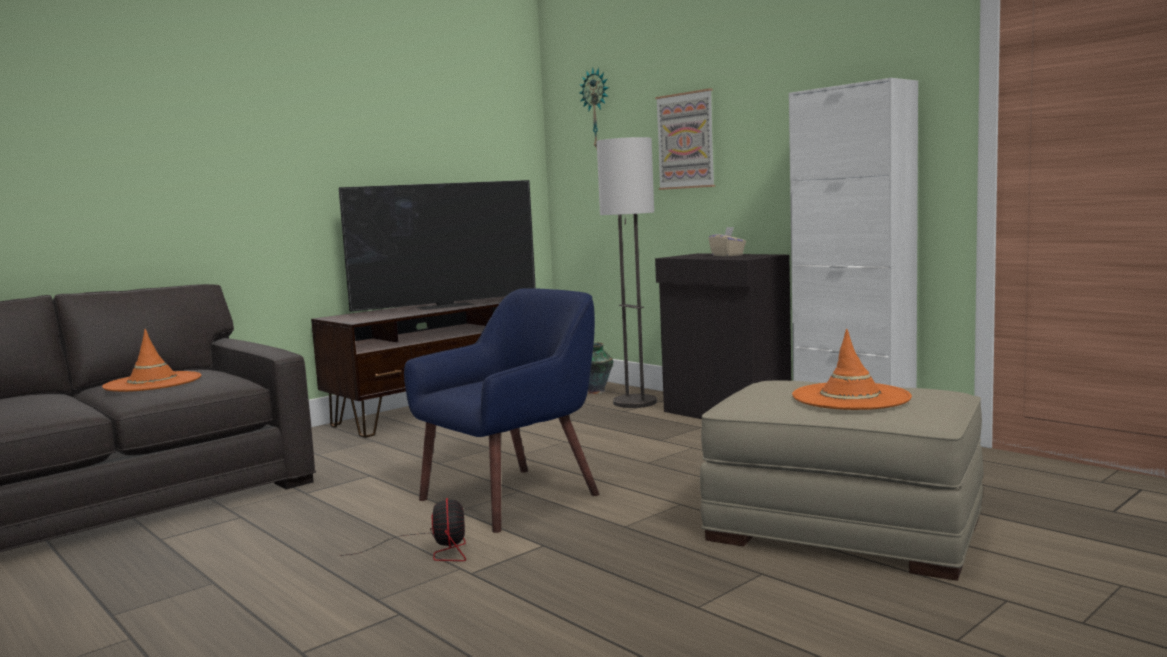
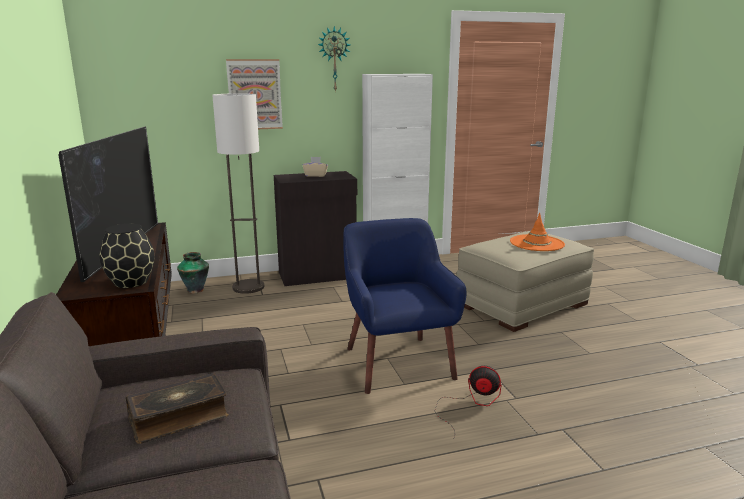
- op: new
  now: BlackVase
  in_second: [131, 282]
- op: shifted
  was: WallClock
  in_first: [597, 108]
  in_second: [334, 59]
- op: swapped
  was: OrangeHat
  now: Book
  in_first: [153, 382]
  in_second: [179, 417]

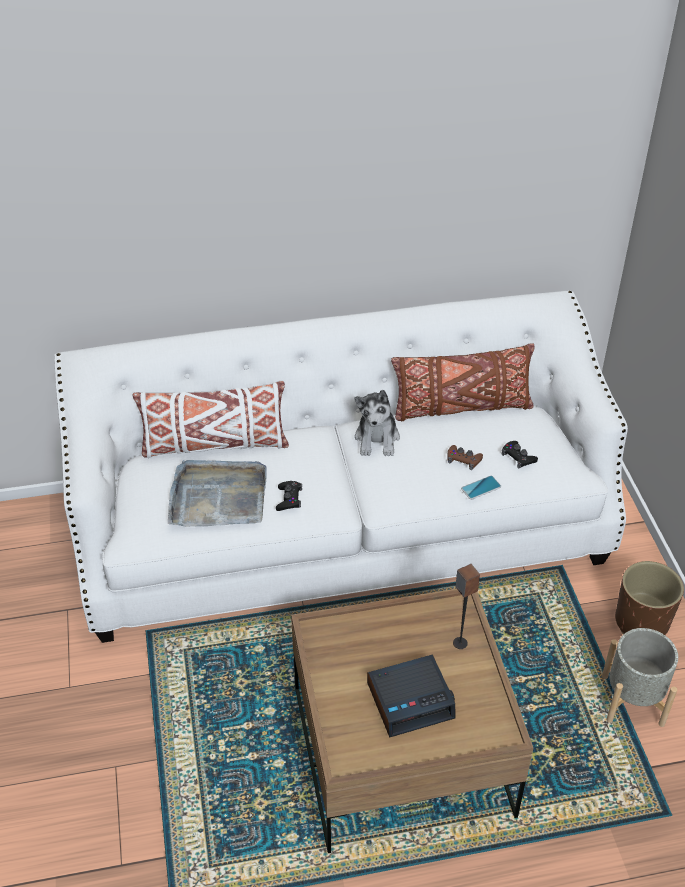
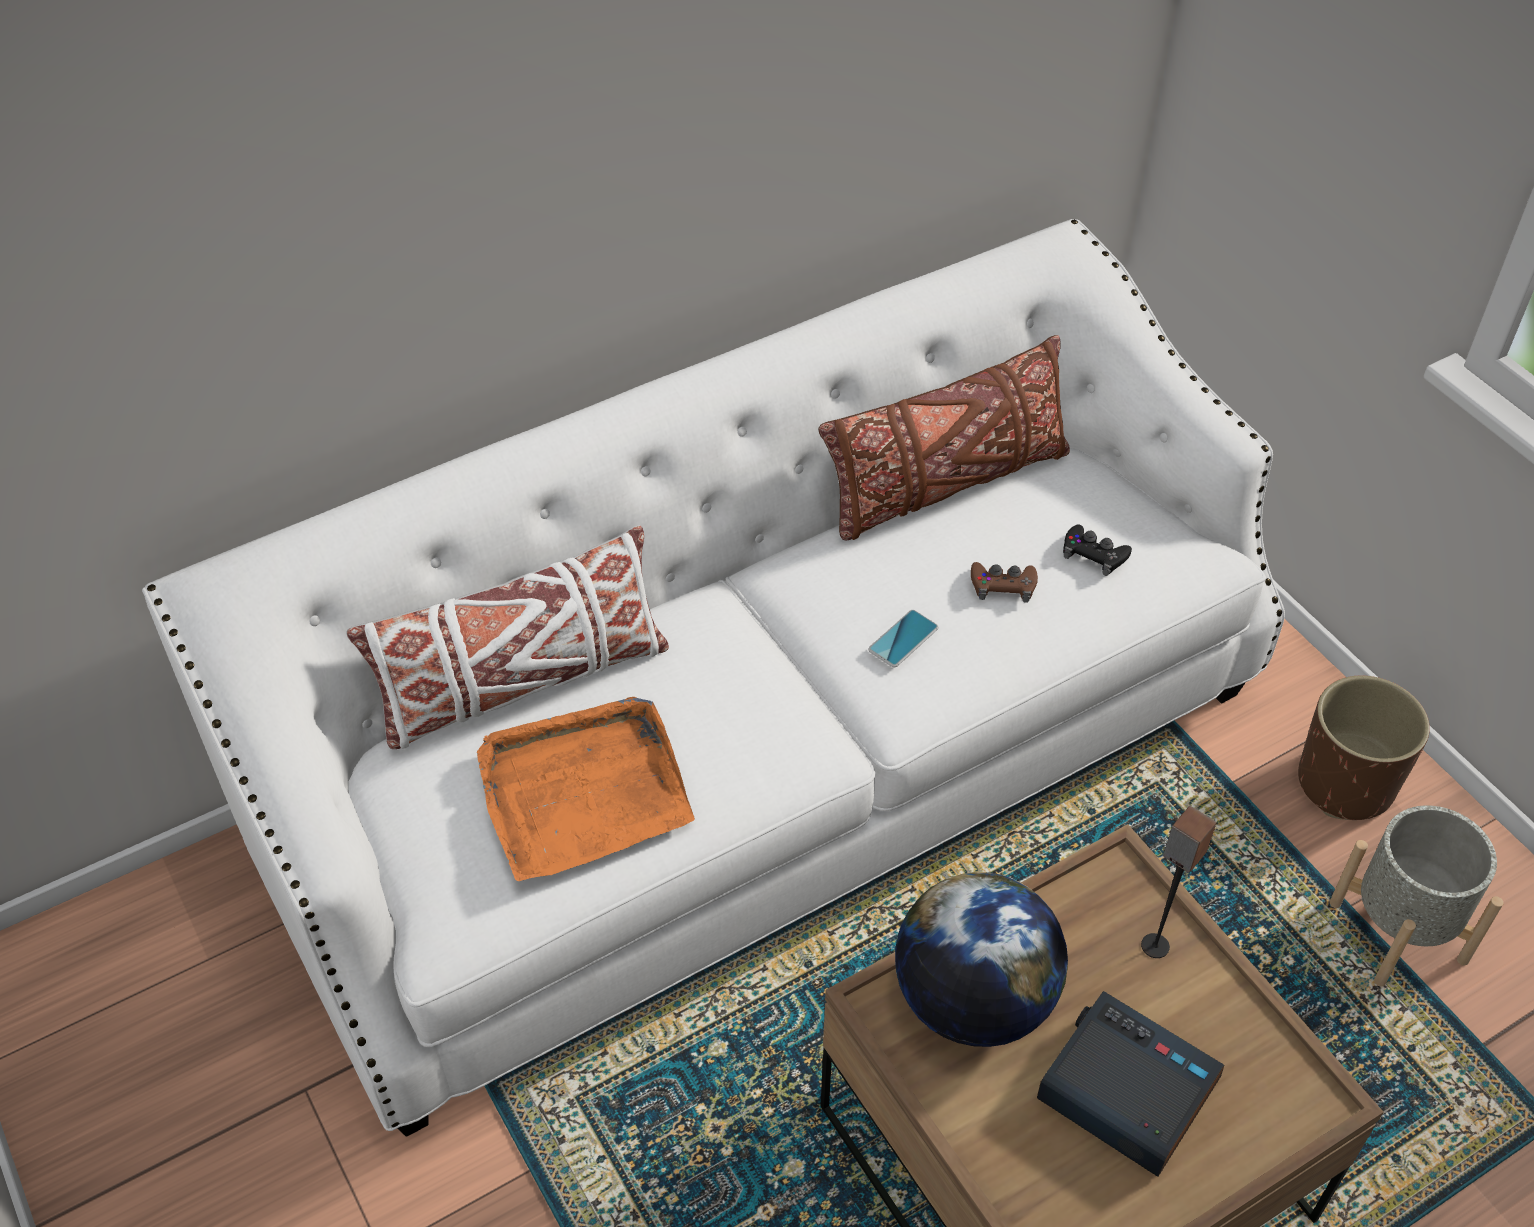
- op: gone
  was: BlackGameController
  in_first: [289, 499]
- op: gone
  was: PlushToy
  in_first: [377, 439]
- op: new
  now: Globe
  in_second: [972, 1001]
- op: shifted
  was: Phone
  in_first: [481, 488]
  in_second: [903, 639]
- op: repainted
  was: GreyTray
  now: OrangeTray
  in_first: [218, 497]
  in_second: [583, 792]
- op: rotated
  was: AlarmClock
  in_first: [411, 700]
  in_second: [1125, 1090]
  clockwise: -105

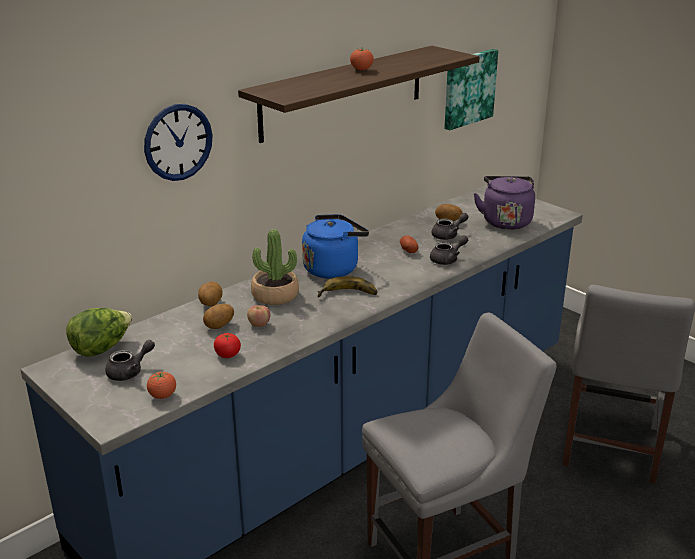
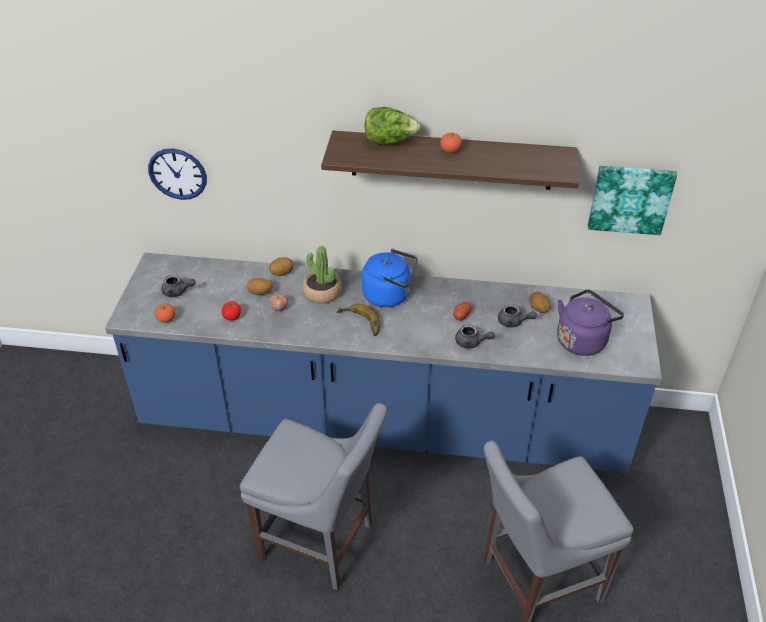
- op: shifted
  was: Lettuce
  in_first: [102, 348]
  in_second: [389, 142]
- op: shifted
  was: WallClock
  in_first: [178, 142]
  in_second: [177, 174]

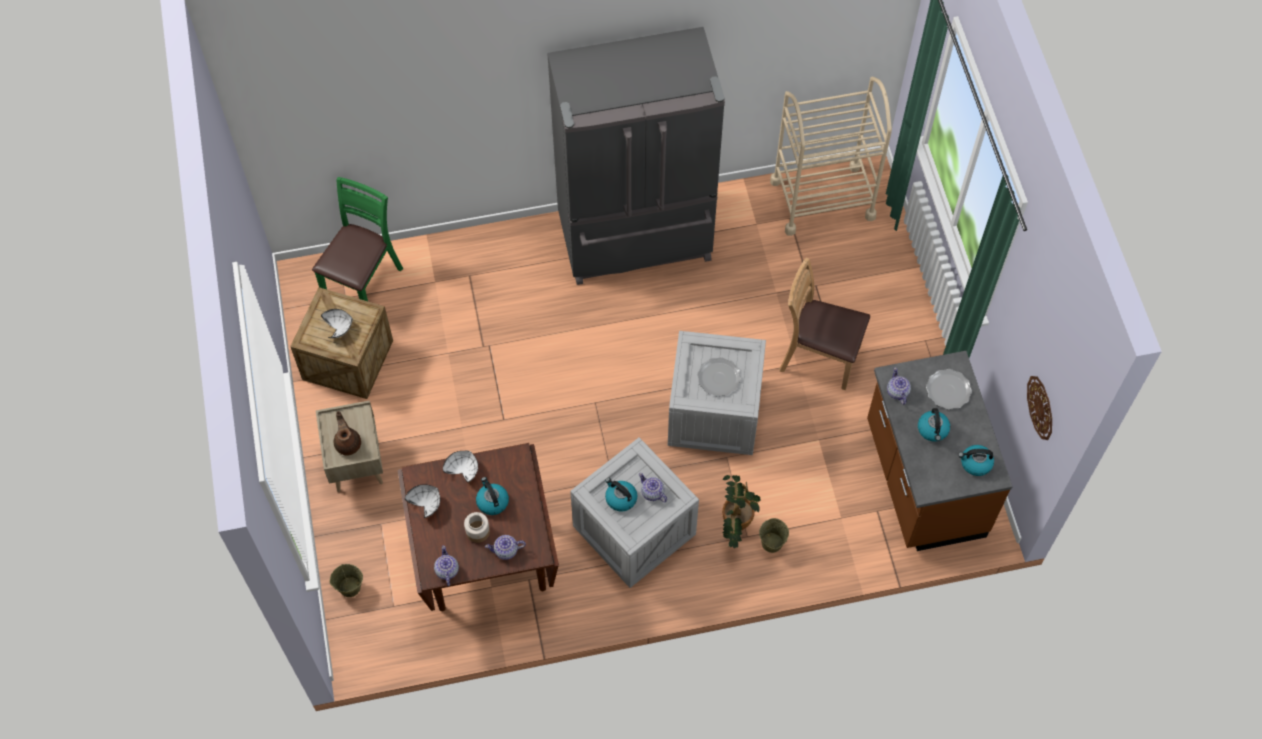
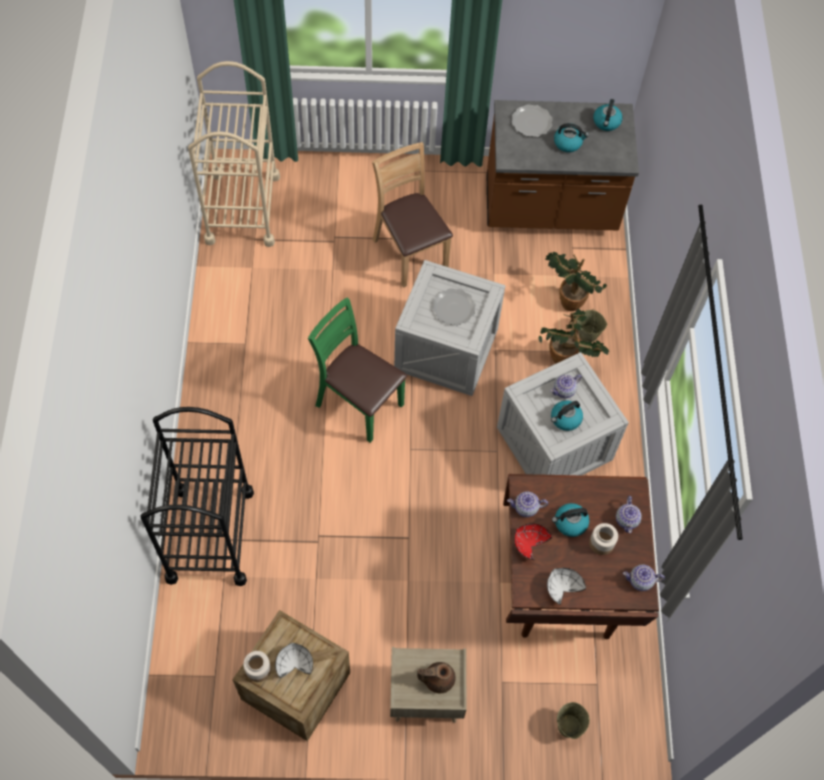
- op: gone
  was: GreyFridge
  in_first: [636, 239]
- op: gone
  was: WallClock
  in_first: [1040, 407]
- op: new
  now: BlackCart
  in_second: [210, 535]
- op: new
  now: Jar
  in_second: [258, 669]
- op: new
  now: PottedPlant
  in_second: [568, 298]
- op: shifted
  was: GreenChair
  in_first: [363, 283]
  in_second: [359, 403]
- op: shifted
  was: Teapot
  in_first: [897, 392]
  in_second: [526, 508]
- op: repainted
  was: WhiteBowl
  now: RedBowl
  in_first: [463, 469]
  in_second: [528, 544]
- op: rotated
  was: BrownChair
  in_first: [819, 357]
  in_second: [410, 253]
  clockwise: 120

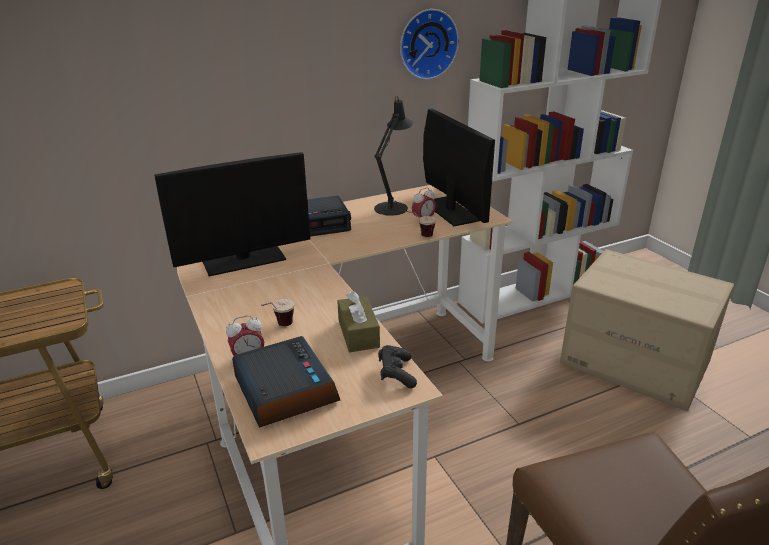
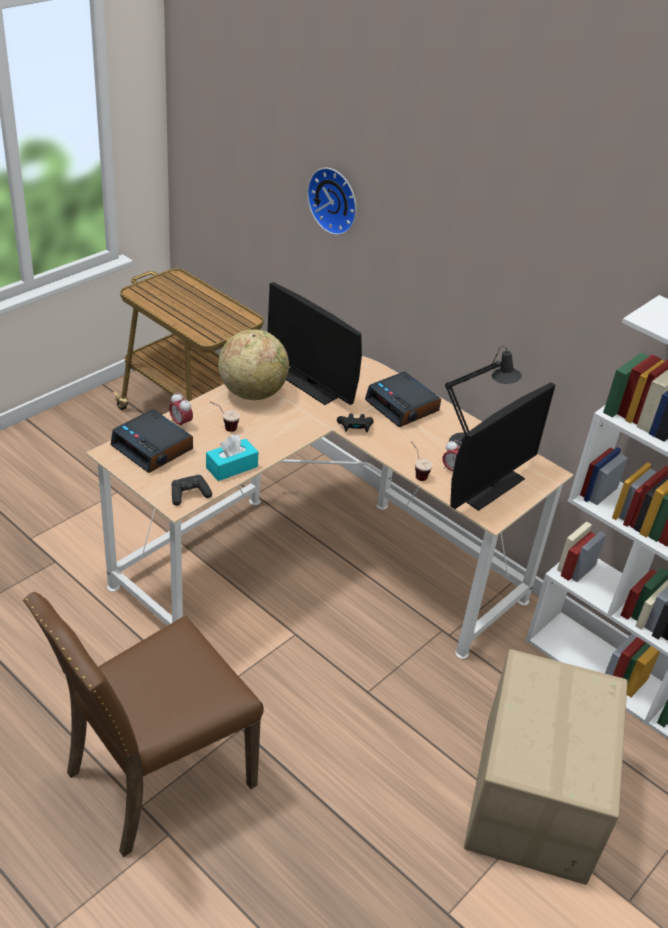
- op: new
  now: Globe
  in_second: [252, 393]
- op: new
  now: BlackGameController
  in_second: [355, 428]
- op: shifted
  was: WallClock
  in_first: [427, 44]
  in_second: [335, 200]
- op: repainted
  was: BrownTissueBox
  now: TurquoiseTissueBox
  in_first: [358, 333]
  in_second: [232, 467]
- op: rotated
  was: AlarmClock
  in_first: [284, 390]
  in_second: [153, 448]
  clockwise: 90

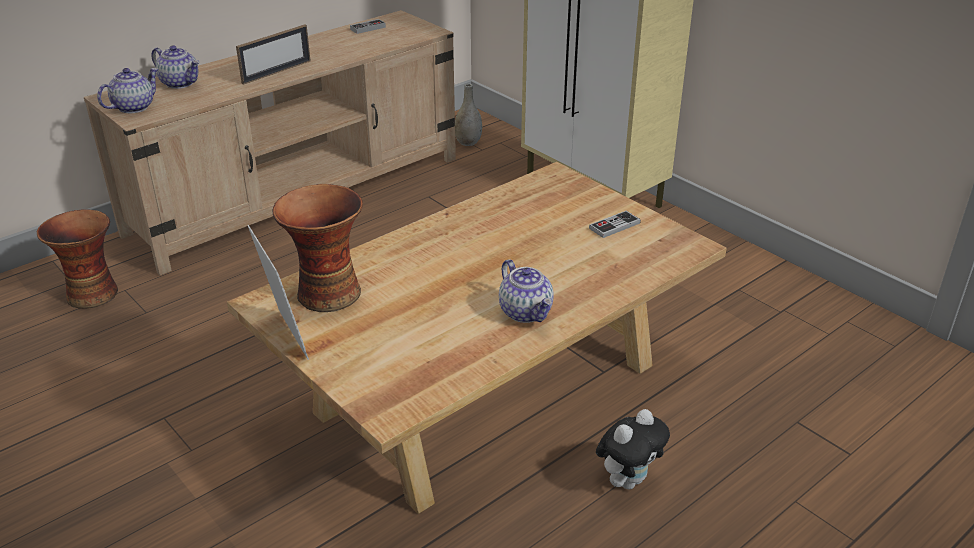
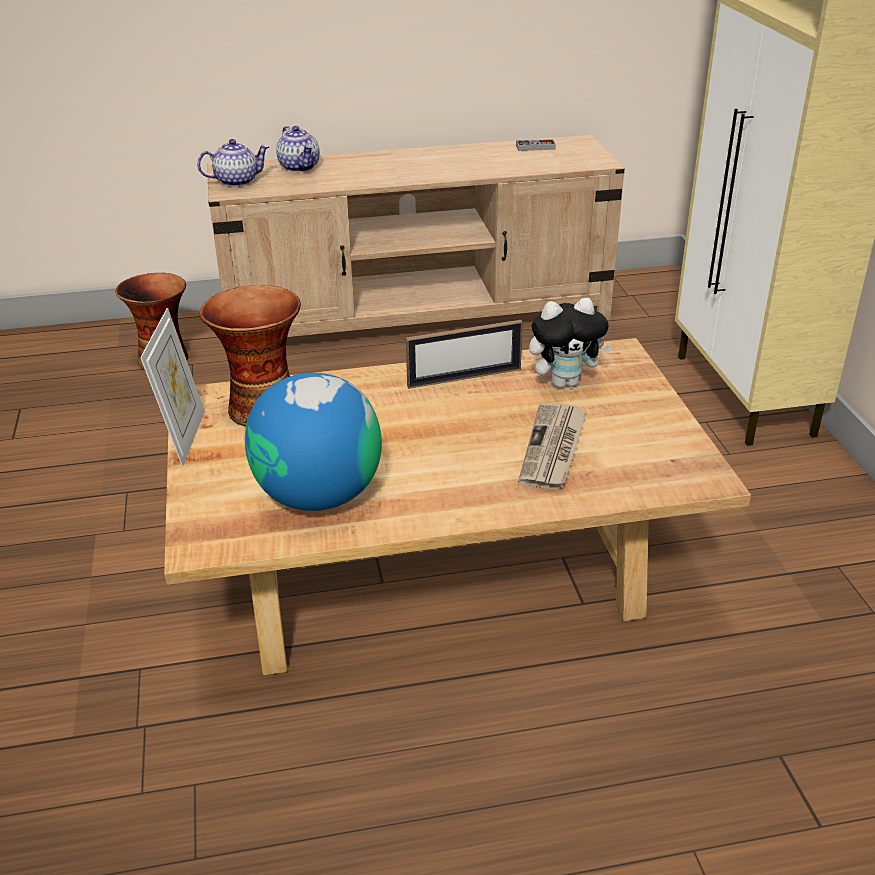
- op: gone
  was: GreyVase
  in_first: [468, 143]
- op: gone
  was: Teapot
  in_first: [526, 312]
- op: gone
  was: GameController
  in_first: [614, 226]
- op: new
  now: Globe
  in_second: [318, 495]
- op: new
  now: Newspaper
  in_second: [553, 449]
- op: shifted
  was: PictureFrame
  in_first: [276, 72]
  in_second: [464, 378]
- op: shifted
  was: PlushToy
  in_first: [628, 480]
  in_second: [565, 382]

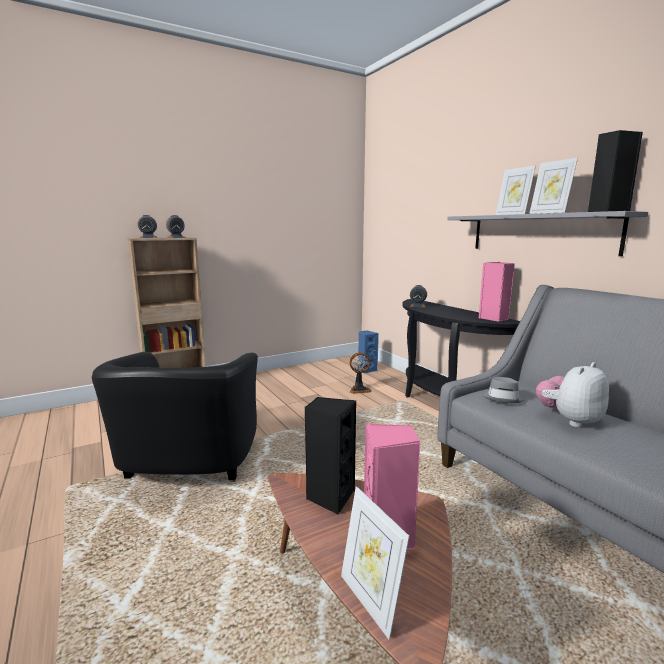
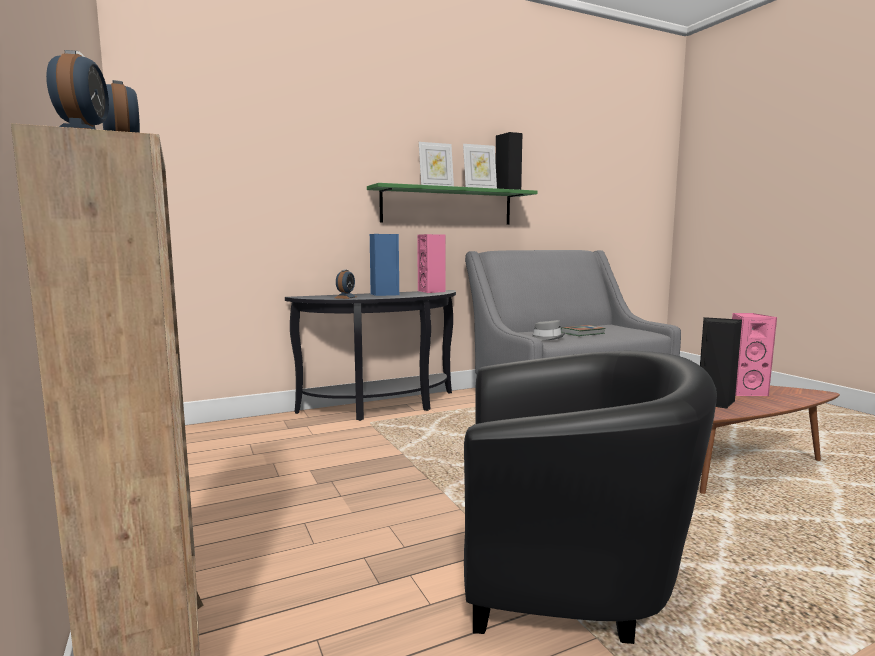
- op: gone
  was: PictureFrame
  in_first: [370, 601]
- op: gone
  was: Fan
  in_first: [359, 389]
- op: shifted
  was: BlueSpeaker
  in_first: [366, 370]
  in_second: [384, 294]
- op: swapped
  was: PlushToy
  now: Book
  in_first: [569, 420]
  in_second: [582, 333]
- op: repainted
  was: GreyShelf
  now: GreenShelf
  in_first: [540, 233]
  in_second: [448, 206]

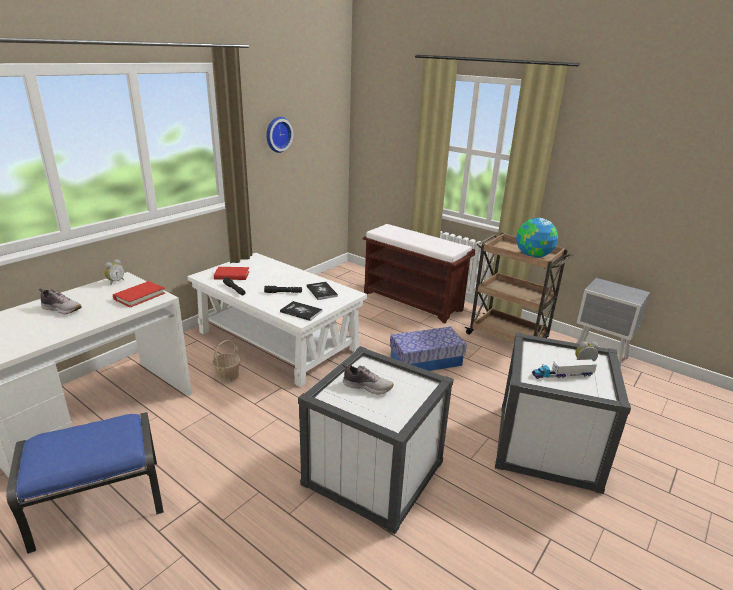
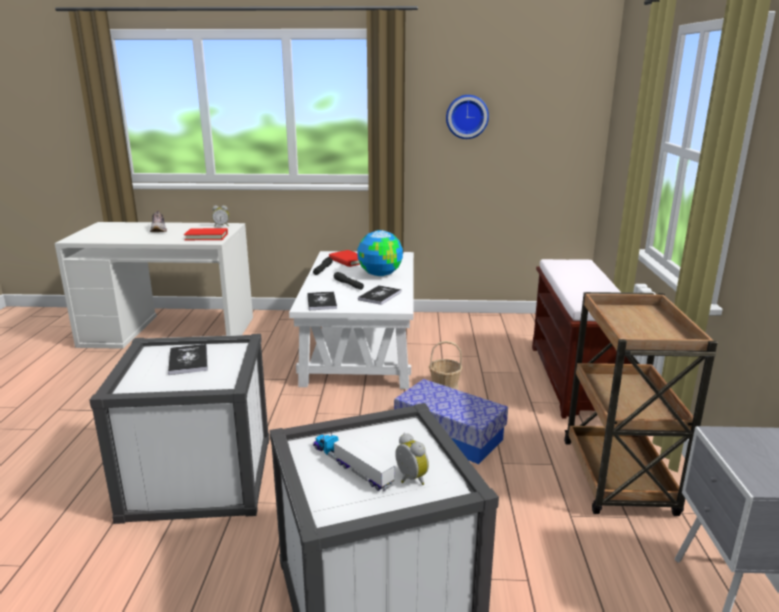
- op: gone
  was: BlueOttoman
  in_first: [97, 505]
- op: shifted
  was: Basket
  in_first: [227, 375]
  in_second: [444, 385]
- op: shifted
  was: Globe
  in_first: [533, 256]
  in_second: [379, 274]
- op: swapped
  was: Shoe
  now: Book
  in_first: [367, 386]
  in_second: [188, 360]

